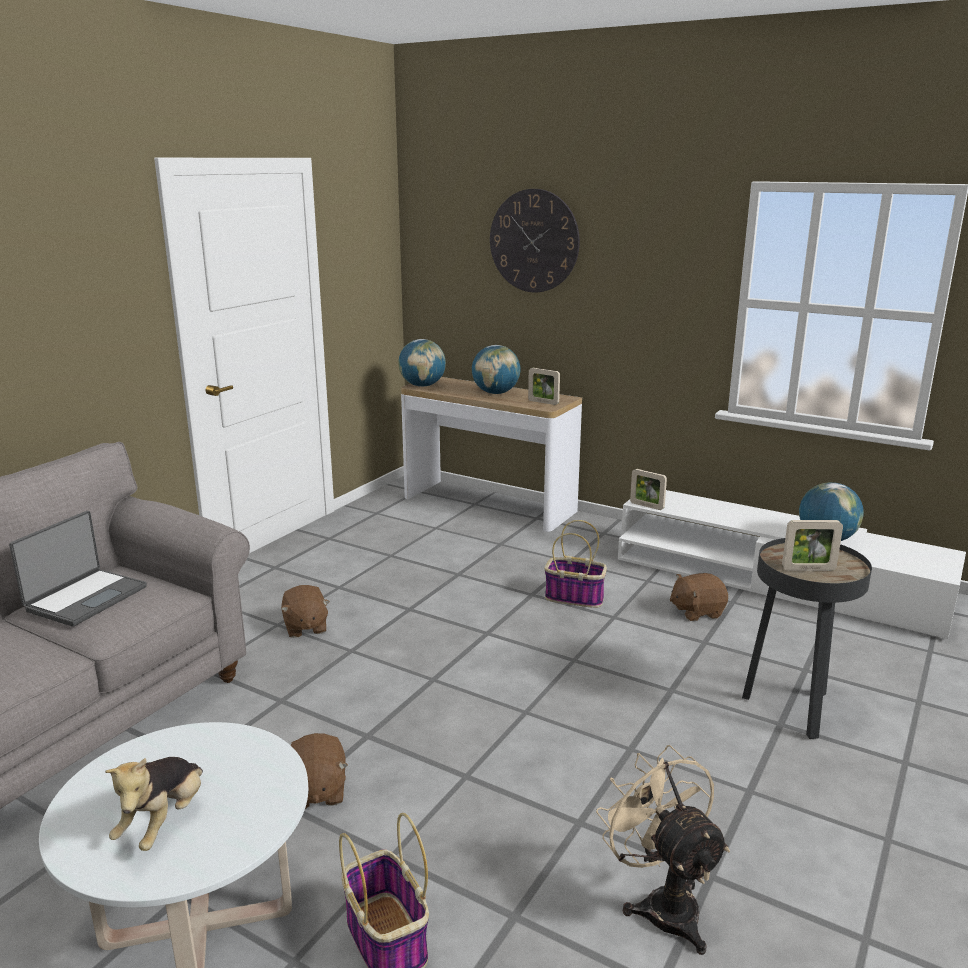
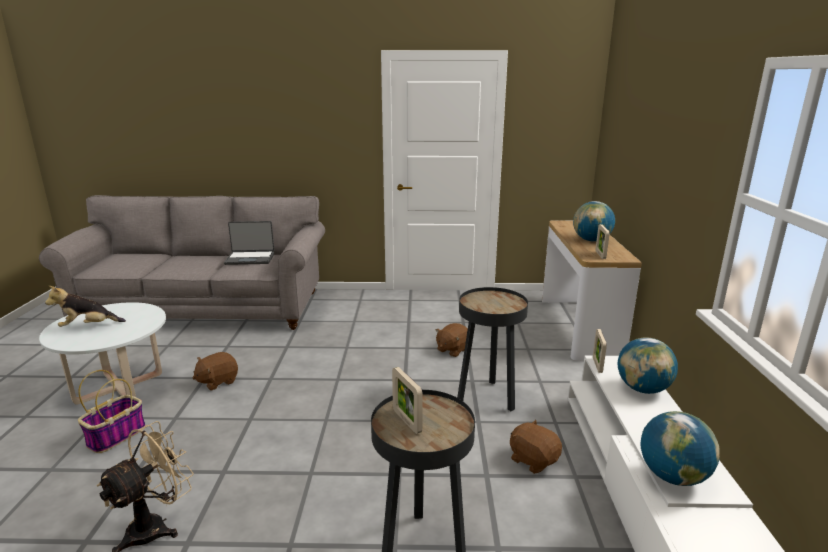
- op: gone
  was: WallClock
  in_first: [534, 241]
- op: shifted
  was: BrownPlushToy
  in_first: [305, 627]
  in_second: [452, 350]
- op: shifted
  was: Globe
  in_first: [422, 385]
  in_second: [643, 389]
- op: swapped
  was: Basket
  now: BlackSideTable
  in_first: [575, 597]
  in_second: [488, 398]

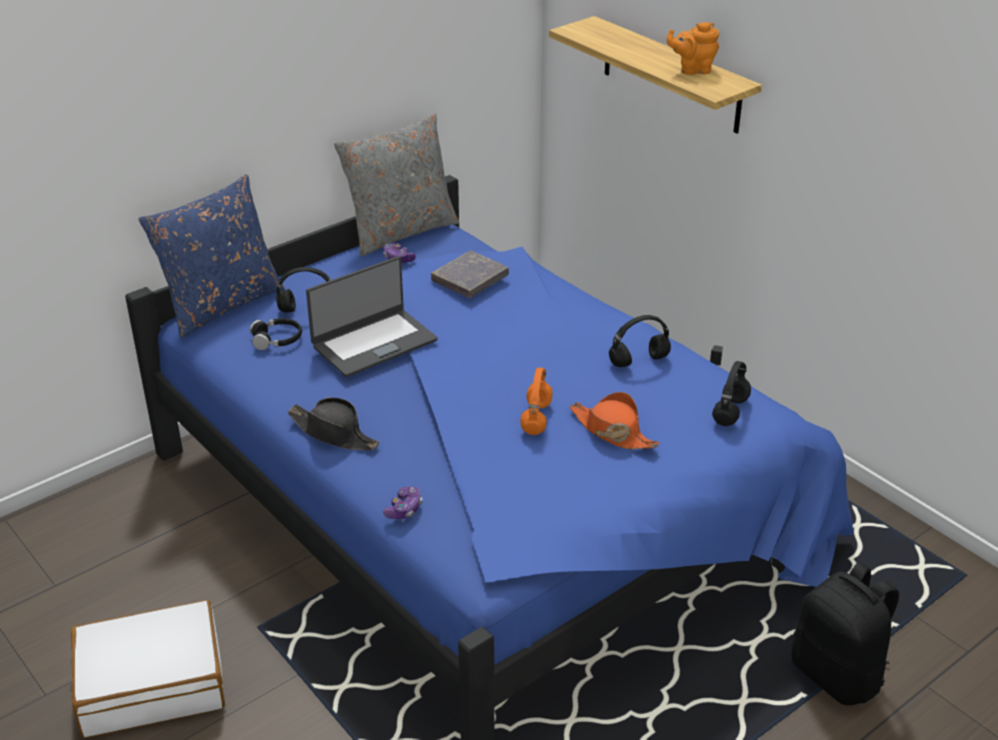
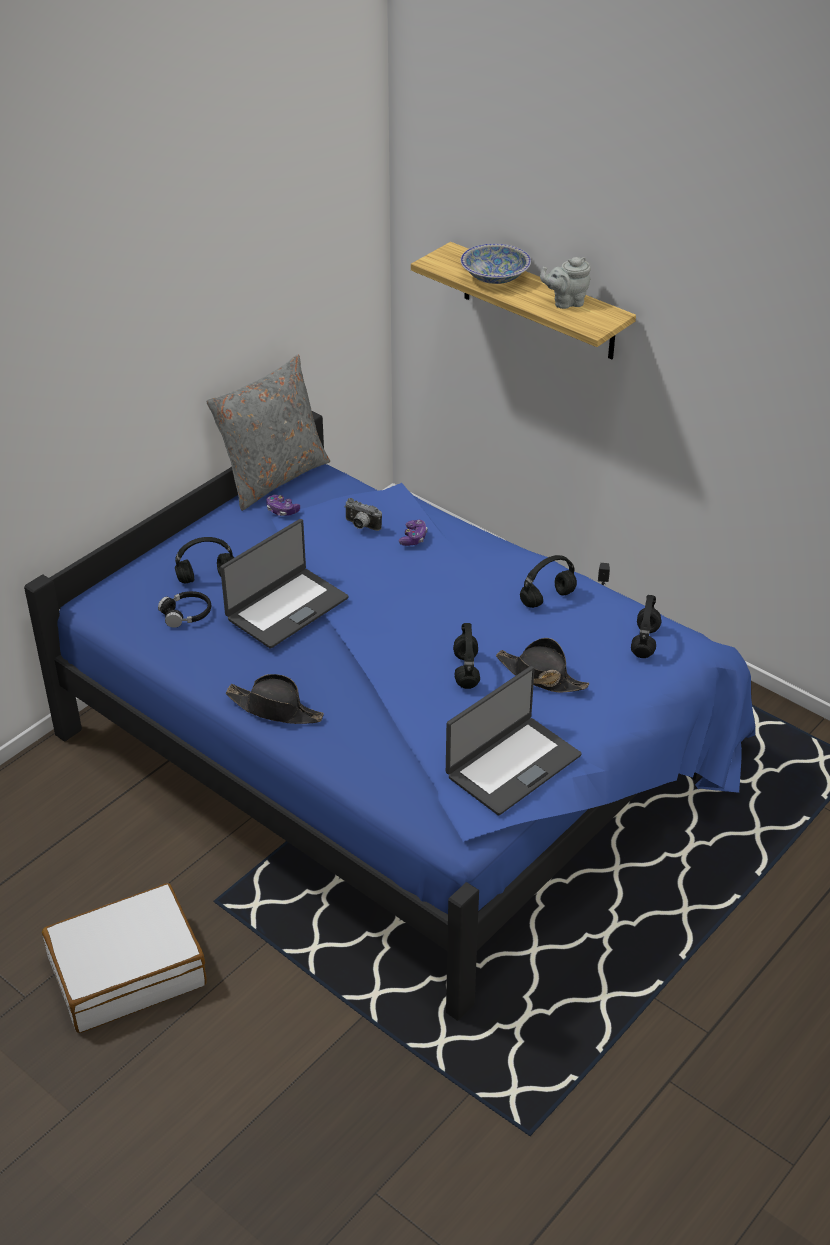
- op: gone
  was: BluePillow
  in_first: [221, 305]
- op: gone
  was: BlackBackpack
  in_first: [838, 675]
- op: new
  now: Laptop
  in_second: [512, 765]
- op: new
  now: Bowl
  in_second: [495, 277]
- op: shifted
  was: GameController
  in_first: [404, 509]
  in_second: [413, 538]
- op: swapped
  was: GreyBook
  now: PhotoCamera
  in_first: [470, 279]
  in_second: [361, 526]
- op: repainted
  was: OrangeHeadphones
  now: BlackHeadphones
  in_first: [536, 418]
  in_second: [465, 670]
- op: repainted
  was: OrangeHat
  now: BlackHat
  in_first: [612, 431]
  in_second: [540, 676]
- op: repainted
  was: OrangeTeapot
  now: GreyTeapot
  in_first: [692, 70]
  in_second: [566, 302]

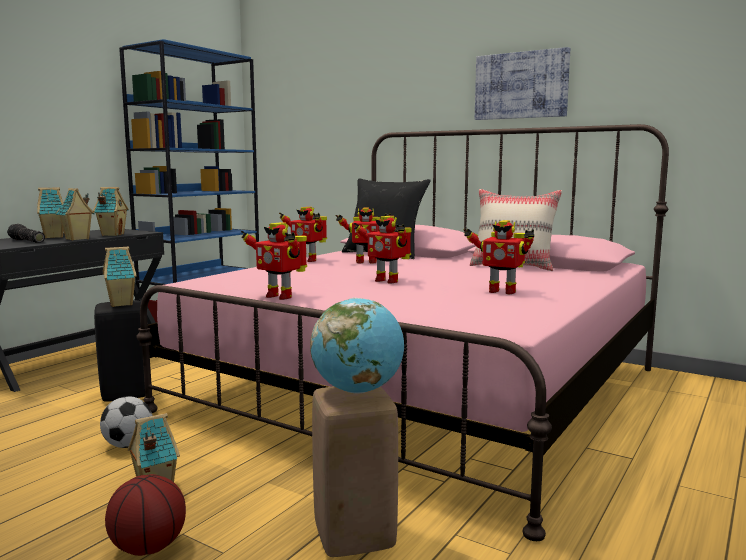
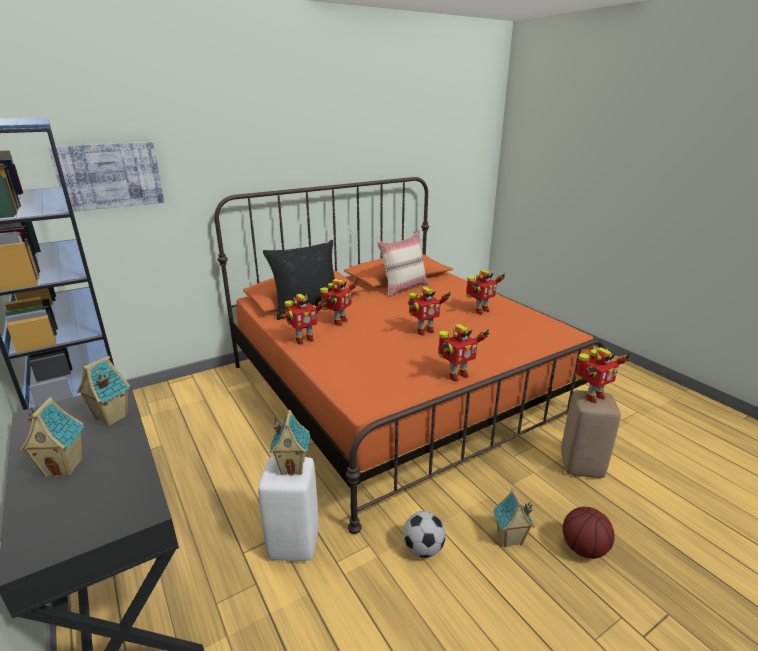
- op: gone
  was: Flashlight
  in_first: [26, 241]
- op: gone
  was: ToyHouse
  in_first: [77, 239]
- op: shifted
  was: Picture
  in_first: [521, 85]
  in_second: [110, 176]
- op: swapped
  was: Globe
  now: ToyRobot
  in_first: [358, 390]
  in_second: [593, 397]
- op: repainted
  was: BlackStool
  now: WhiteStool
  in_first: [126, 394]
  in_second: [293, 543]
- op: repainted
  was: PinkBed
  now: OrangeBed
  in_first: [421, 389]
  in_second: [398, 389]

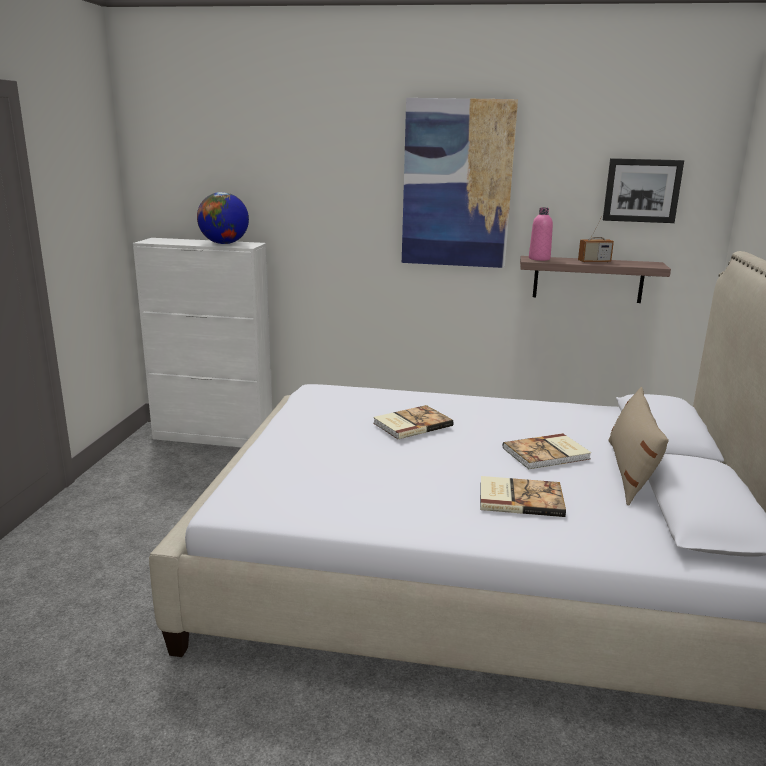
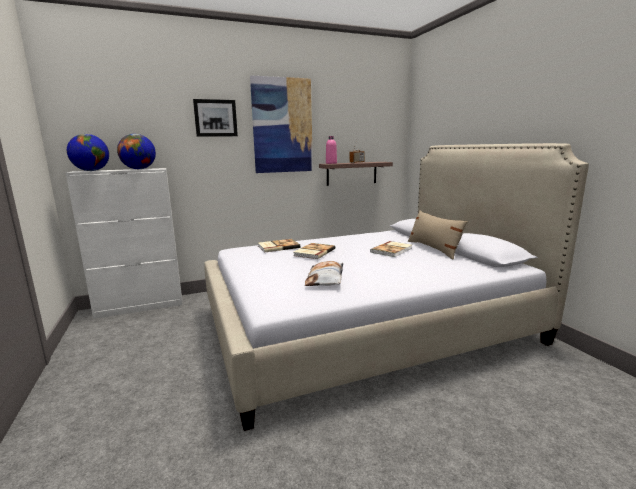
- op: new
  now: Globe
  in_second: [91, 171]
- op: new
  now: Pillow
  in_second: [326, 279]
- op: shifted
  was: Book
  in_first: [519, 498]
  in_second: [278, 247]
- op: shifted
  was: Picture
  in_first: [641, 190]
  in_second: [215, 118]

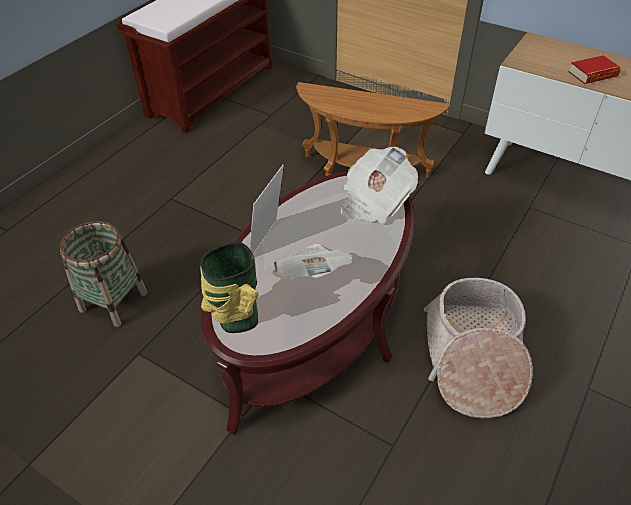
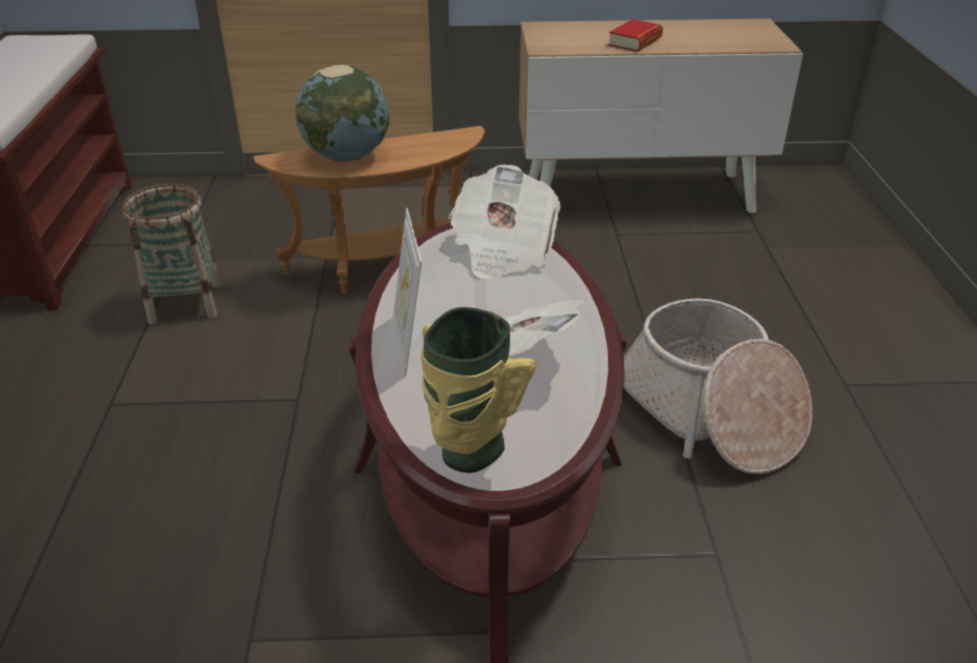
- op: new
  now: Globe
  in_second: [347, 157]
- op: shifted
  was: Basket
  in_first: [113, 301]
  in_second: [185, 303]

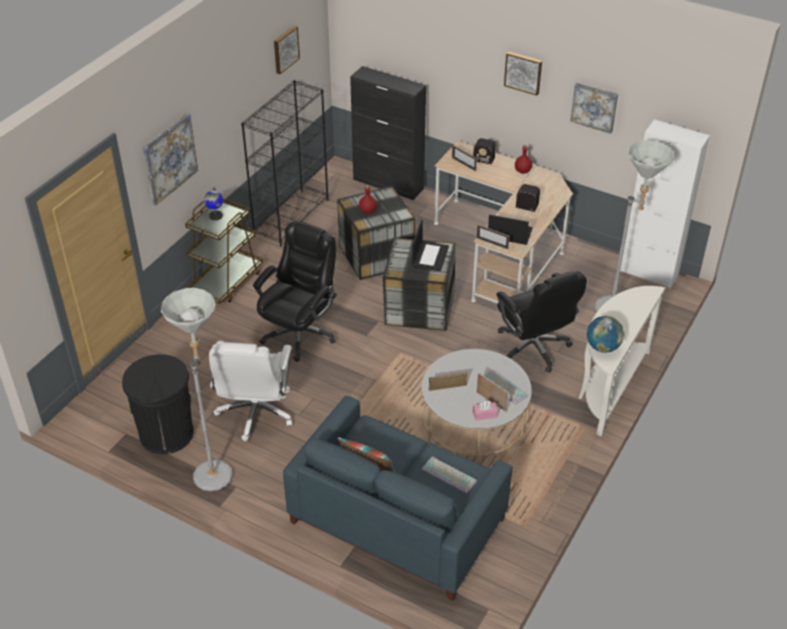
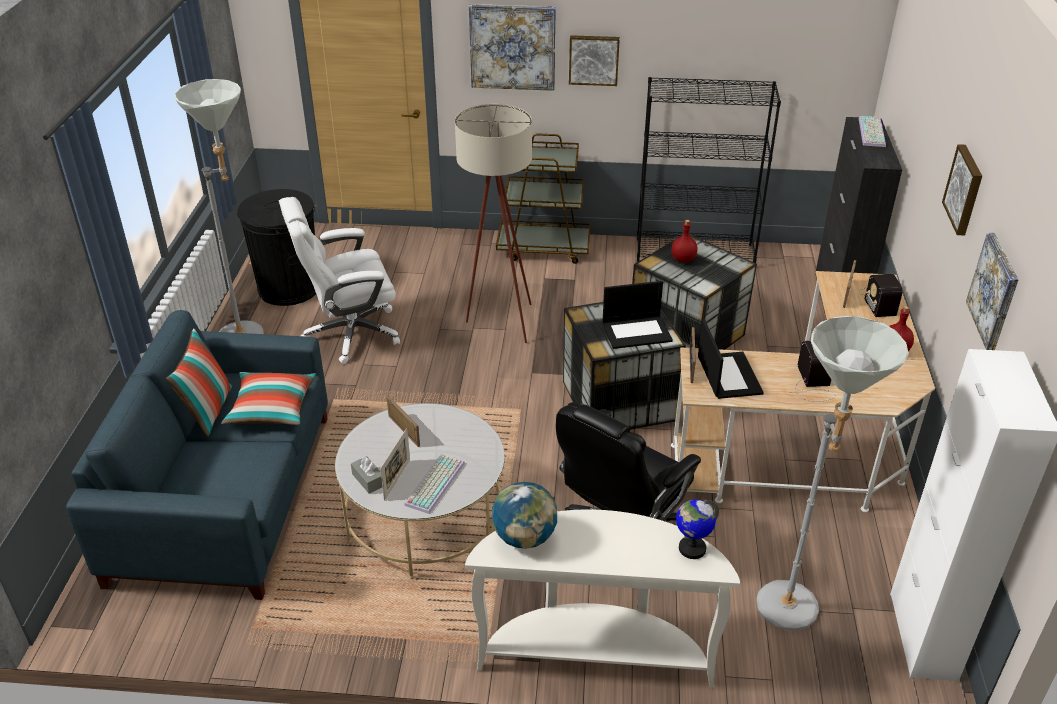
- op: new
  now: Pillow
  in_second: [272, 409]
- op: shifted
  was: Globe
  in_first: [215, 216]
  in_second: [691, 548]
- op: shifted
  was: Picture
  in_first: [285, 49]
  in_second: [593, 59]
- op: shifted
  was: Keyboard
  in_first: [450, 475]
  in_second: [873, 133]
- op: swapped
  was: BlackOfficeChair
  now: BeigeFloorLamp
  in_first: [300, 333]
  in_second: [499, 322]
- op: repainted
  was: PinkTissueBox
  now: GreyTissueBox
  in_first: [485, 414]
  in_second: [368, 480]

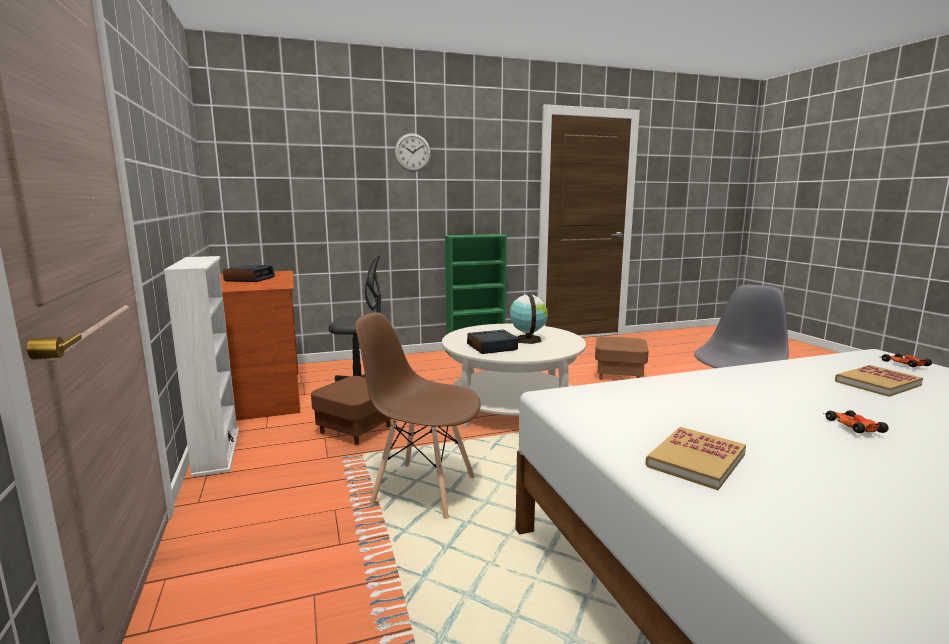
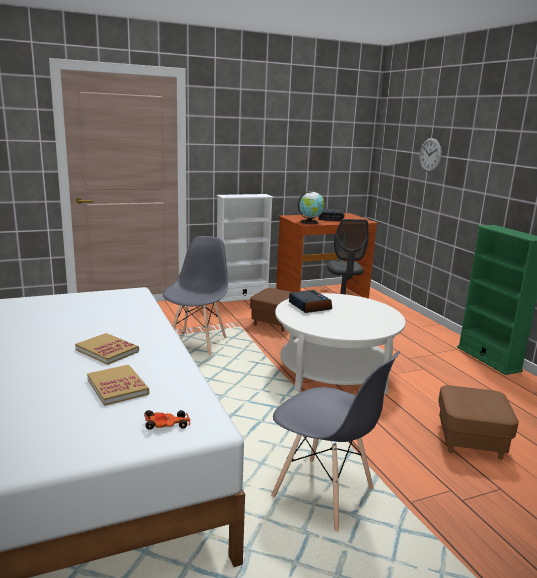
- op: gone
  was: ToyCar
  in_first: [852, 427]
- op: shifted
  was: WallClock
  in_first: [412, 152]
  in_second: [430, 155]
- op: shifted
  was: Globe
  in_first: [527, 339]
  in_second: [310, 222]
- op: shifted
  was: Book
  in_first: [696, 460]
  in_second: [107, 351]
- op: repainted
  was: BrownChair
  now: GreyChair
  in_first: [423, 490]
  in_second: [197, 343]

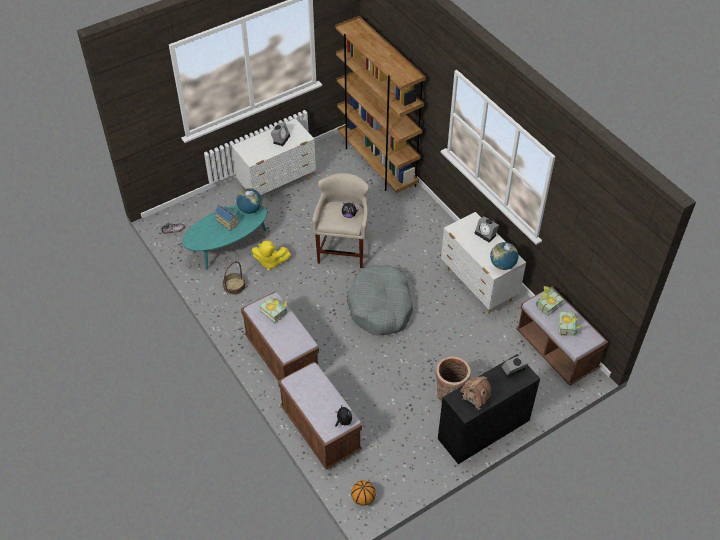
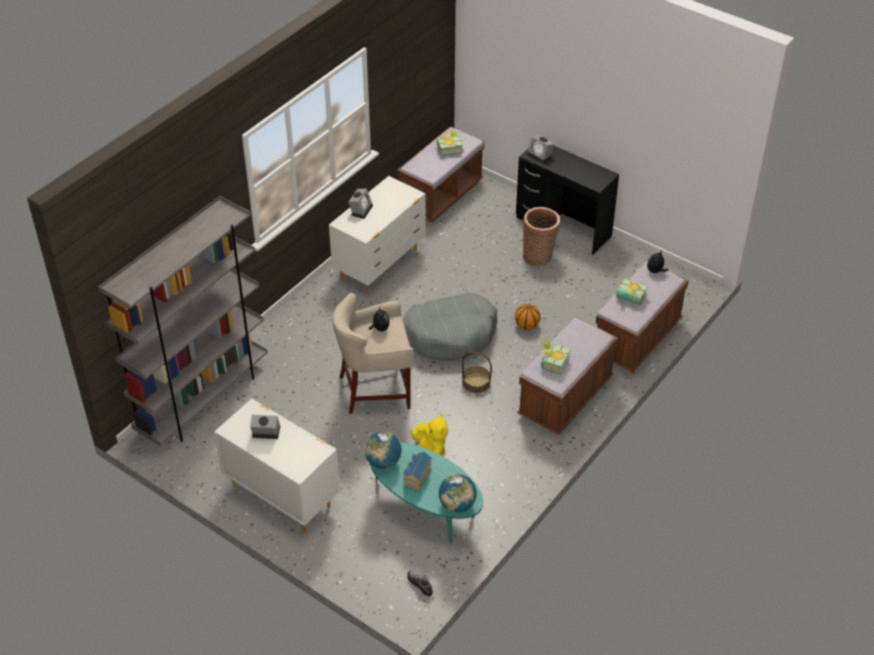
- op: gone
  was: ToyHouse
  in_first: [475, 397]
- op: shifted
  was: Basket
  in_first: [234, 286]
  in_second: [476, 383]
- op: shifted
  was: Basketball
  in_first: [363, 498]
  in_second: [526, 325]
- op: shifted
  was: Globe
  in_first: [502, 265]
  in_second: [457, 504]
- op: shifted
  was: Book
  in_first: [546, 304]
  in_second: [629, 299]
- op: repainted
  was: BrownBookcase
  now: GreyBookcase
  in_first: [377, 164]
  in_second: [203, 399]

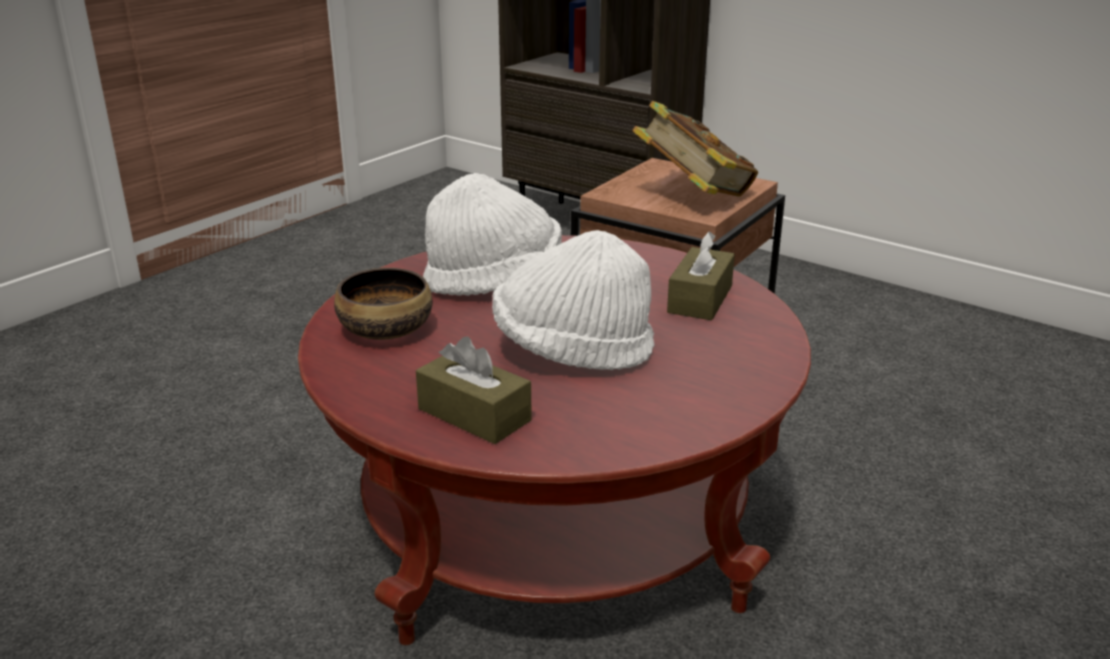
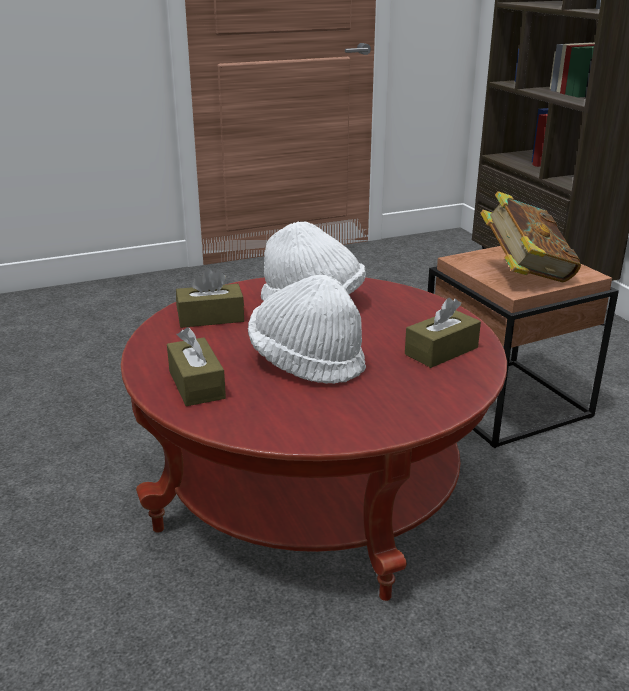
- op: swapped
  was: Bowl
  now: BrownTissueBox
  in_first: [386, 329]
  in_second: [210, 317]

